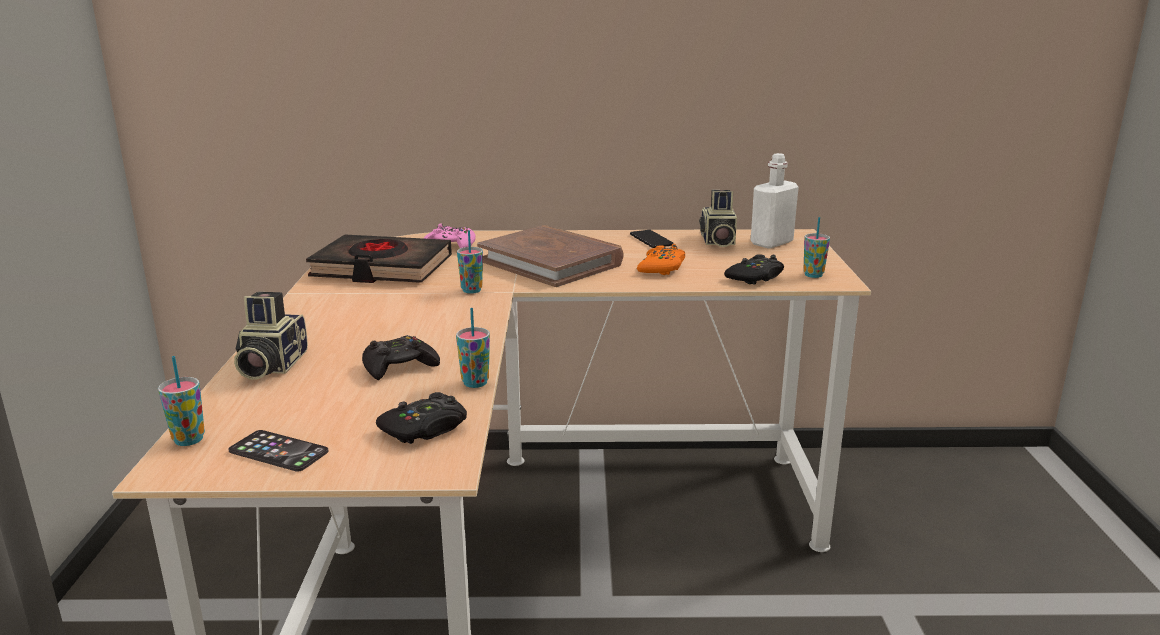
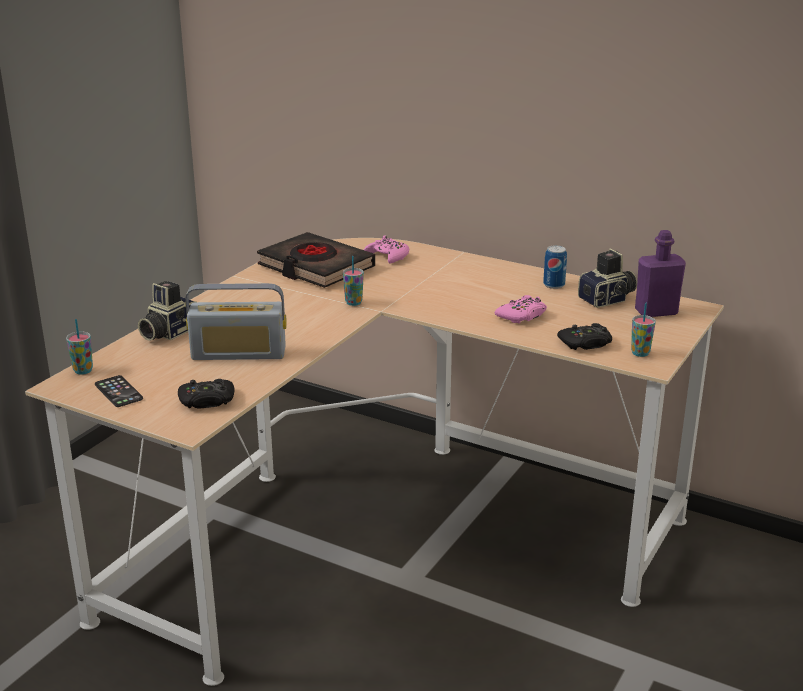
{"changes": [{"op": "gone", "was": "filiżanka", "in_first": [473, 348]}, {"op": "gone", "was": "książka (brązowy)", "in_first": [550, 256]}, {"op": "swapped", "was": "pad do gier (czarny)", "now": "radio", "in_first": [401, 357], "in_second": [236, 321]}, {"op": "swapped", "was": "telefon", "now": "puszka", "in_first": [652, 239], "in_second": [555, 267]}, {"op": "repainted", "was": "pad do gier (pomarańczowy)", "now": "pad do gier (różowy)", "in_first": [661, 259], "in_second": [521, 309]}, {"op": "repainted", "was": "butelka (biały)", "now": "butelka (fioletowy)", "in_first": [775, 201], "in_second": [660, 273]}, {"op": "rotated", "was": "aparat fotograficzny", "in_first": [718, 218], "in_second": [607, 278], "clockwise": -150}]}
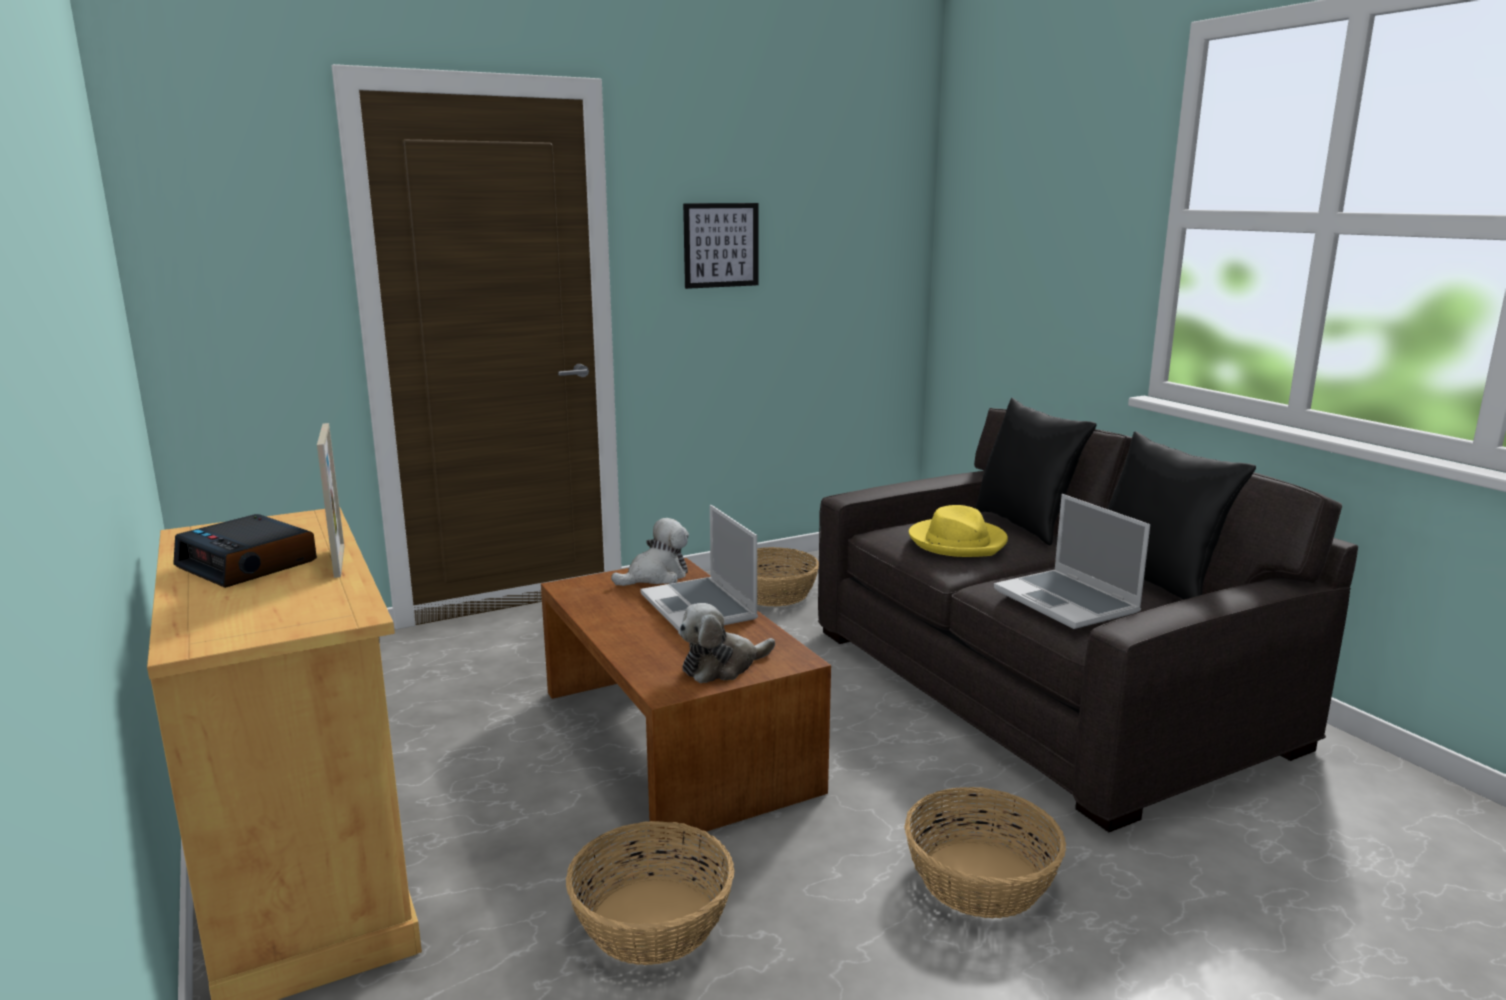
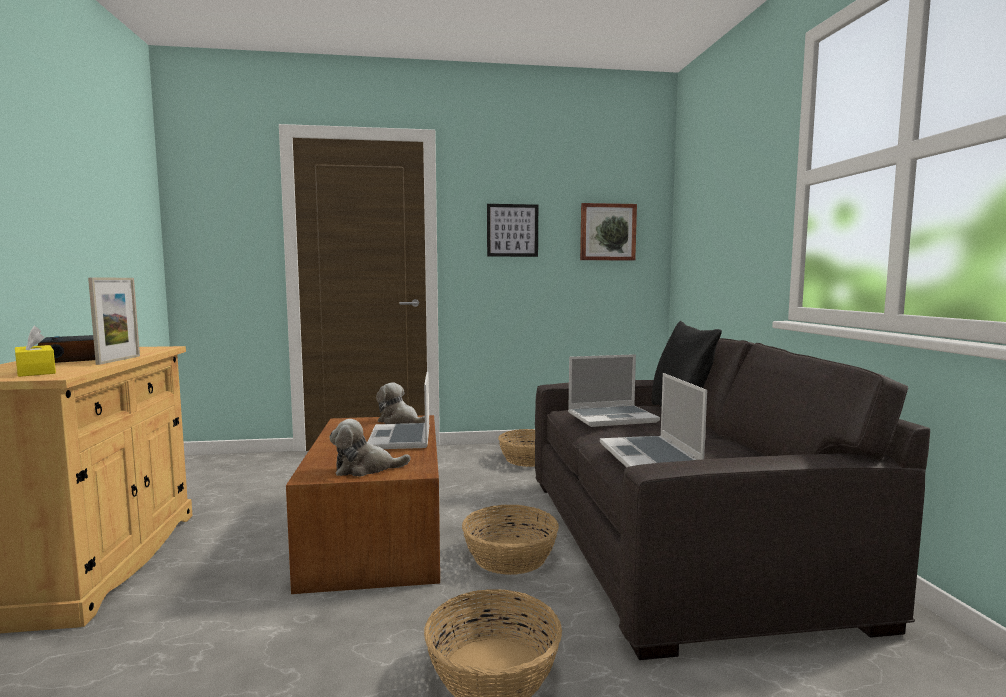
{"changes": [{"op": "gone", "was": "poduszka (czarny)", "in_first": [1181, 515]}, {"op": "new", "now": "pudełko chusteczek (żółty)", "in_second": [35, 351]}, {"op": "new", "now": "obraz", "in_second": [608, 231]}, {"op": "shifted", "was": "koszyk", "in_first": [650, 893], "in_second": [510, 540]}, {"op": "swapped", "was": "kapelusz (żółty)", "now": "laptop", "in_first": [958, 531], "in_second": [614, 390]}, {"op": "rotated", "was": "pluszak", "in_first": [650, 552], "in_second": [400, 403], "clockwise": -135}]}
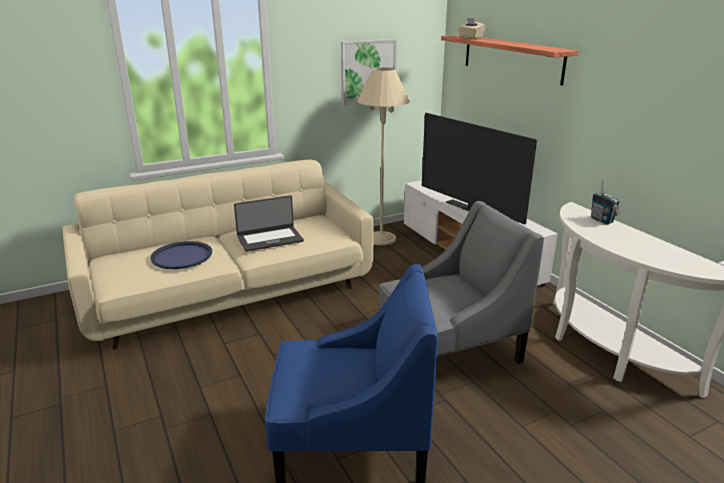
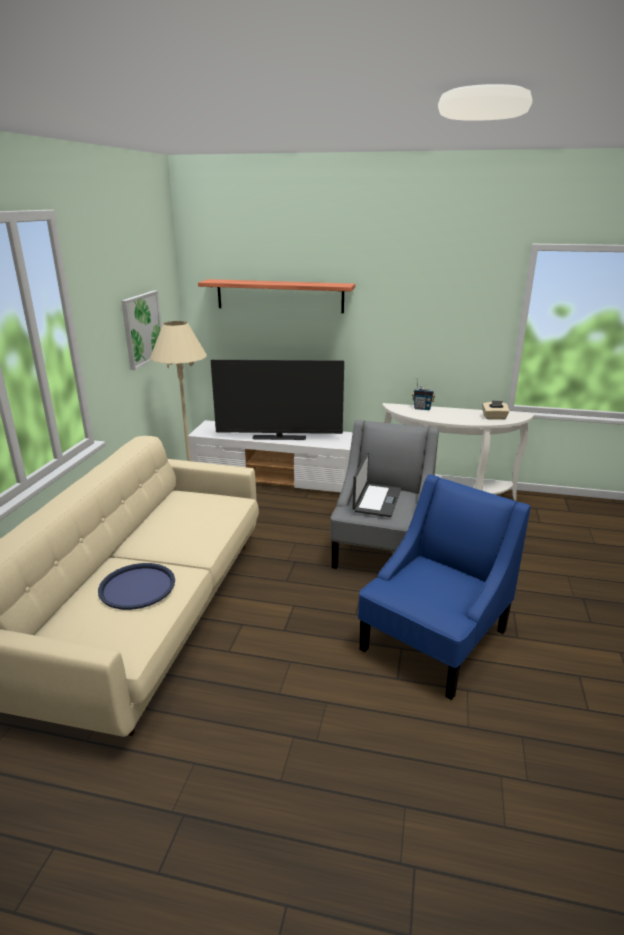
{"changes": [{"op": "shifted", "was": "laptop", "in_first": [269, 223], "in_second": [376, 484]}, {"op": "shifted", "was": "pudełko chusteczek (beżowy)", "in_first": [472, 28], "in_second": [496, 410]}]}
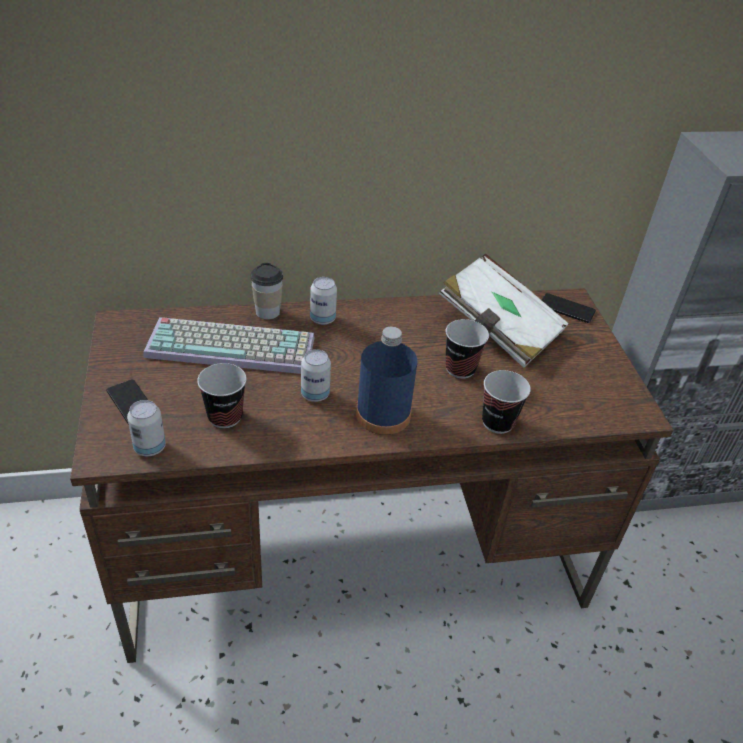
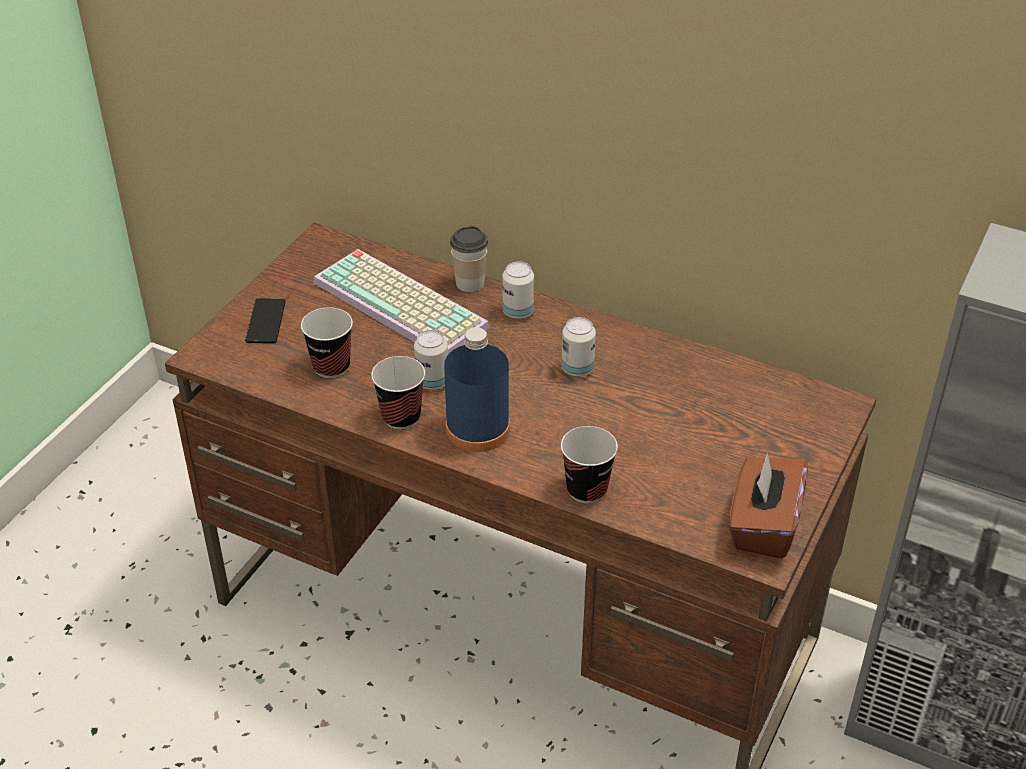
{"changes": [{"op": "gone", "was": "książka (biały)", "in_first": [504, 311]}, {"op": "gone", "was": "telefon", "in_first": [569, 308]}, {"op": "new", "now": "pudełko chusteczek (brązowy)", "in_second": [768, 506]}, {"op": "shifted", "was": "puszka", "in_first": [146, 428], "in_second": [578, 347]}, {"op": "shifted", "was": "filiżanka", "in_first": [467, 349], "in_second": [398, 393]}]}
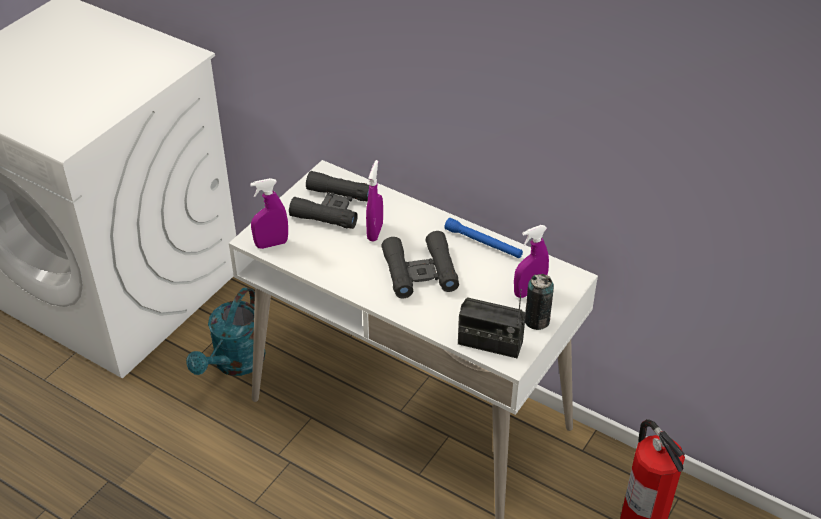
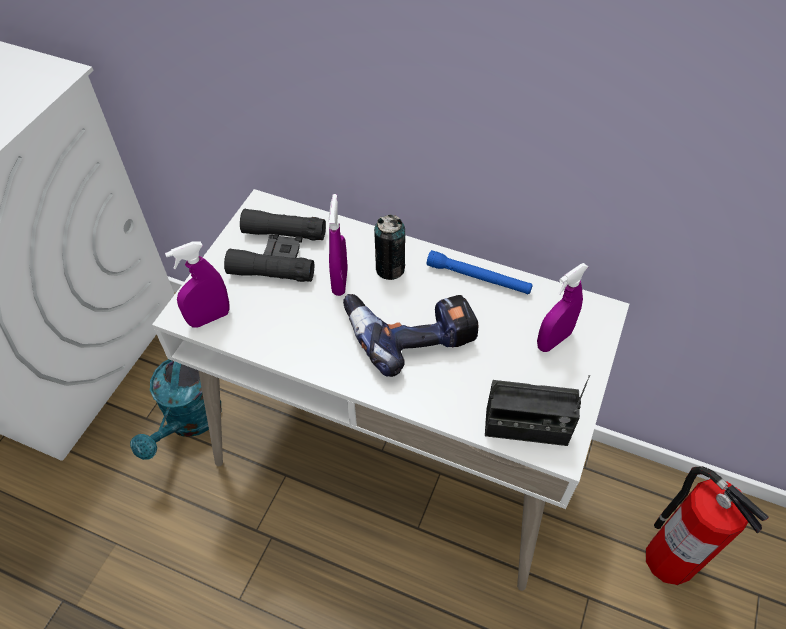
{"changes": [{"op": "shifted", "was": "puszka", "in_first": [539, 302], "in_second": [389, 247]}, {"op": "swapped", "was": "lornetka (czarny)", "now": "wiertarka", "in_first": [420, 264], "in_second": [411, 335]}]}
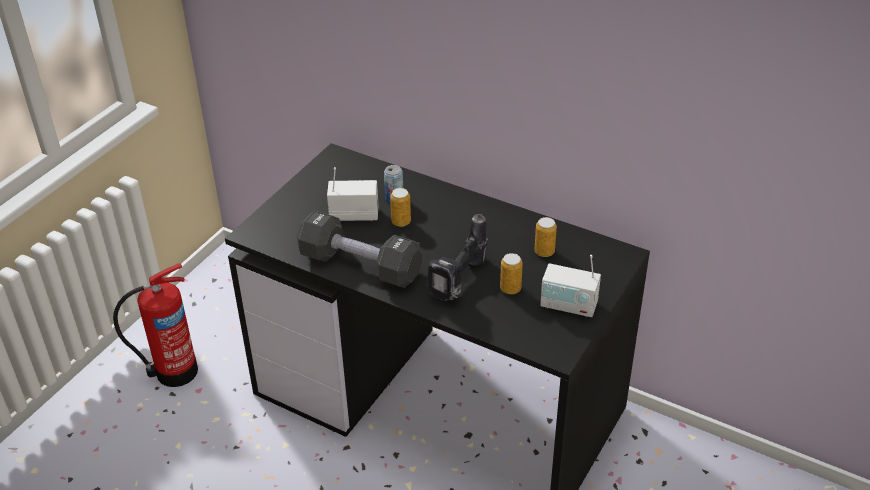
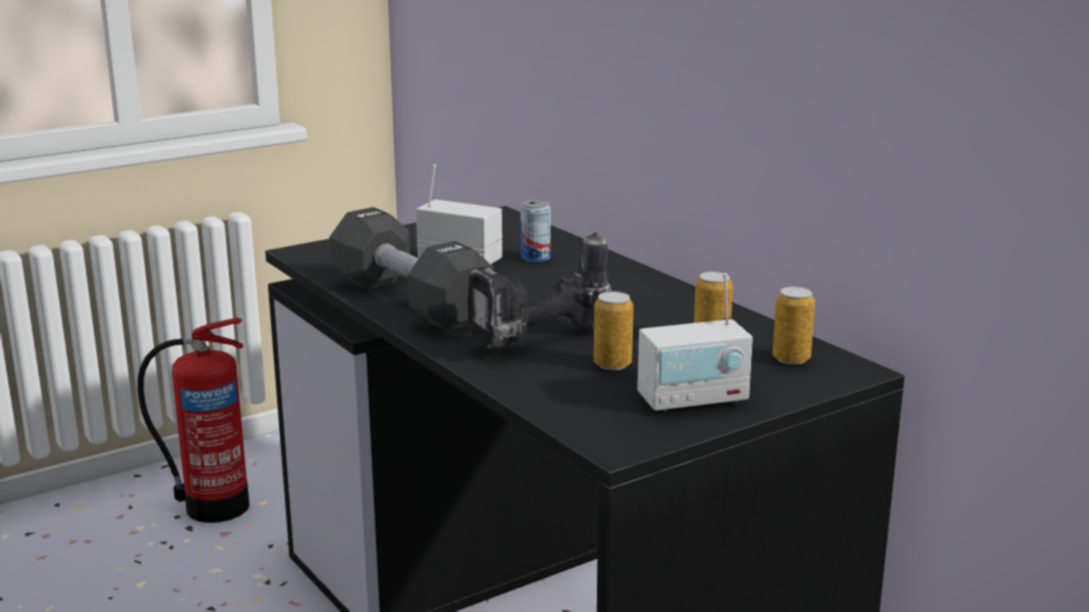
{"changes": [{"op": "shifted", "was": "puszka", "in_first": [400, 207], "in_second": [794, 325]}, {"op": "rotated", "was": "radio", "in_first": [570, 286], "in_second": [695, 343], "clockwise": -60}]}
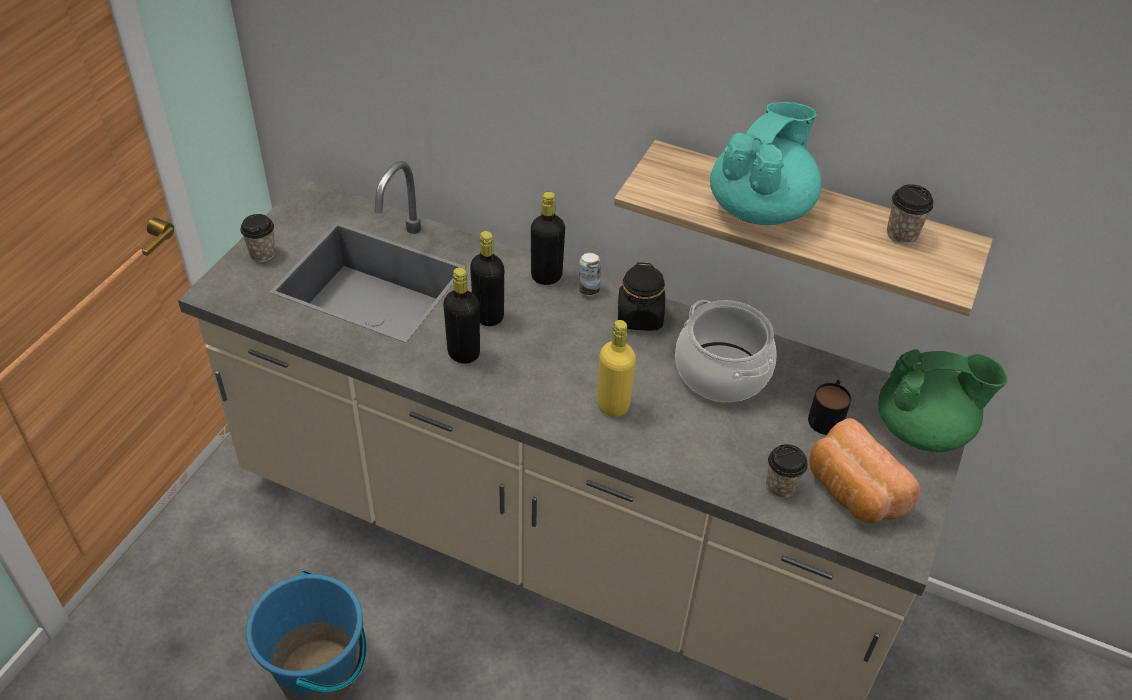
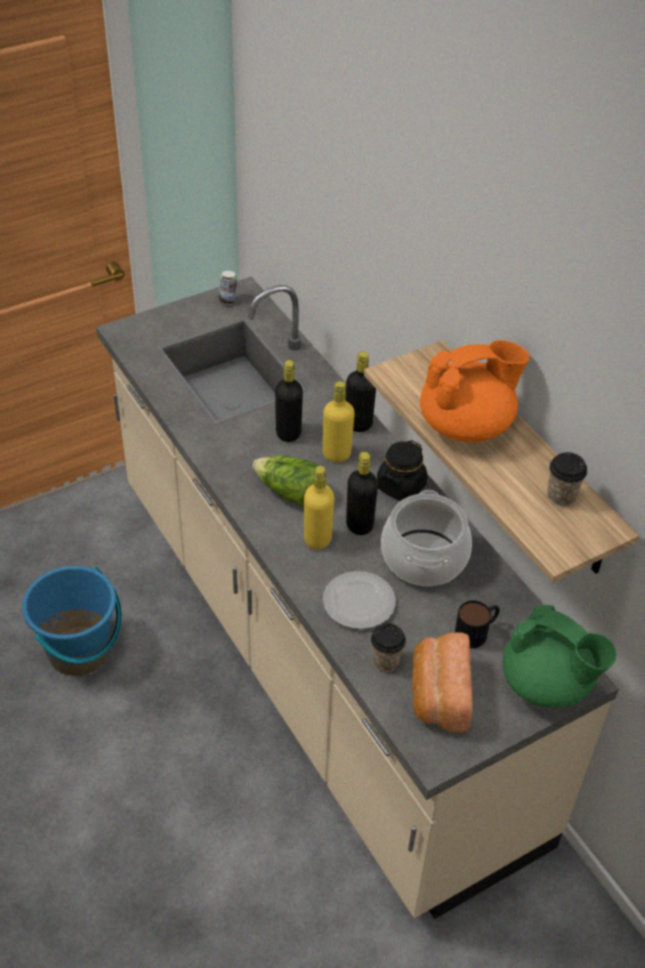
{"changes": [{"op": "gone", "was": "filiżanka", "in_first": [258, 238]}, {"op": "new", "now": "sałata", "in_second": [285, 481]}, {"op": "new", "now": "butelka (żółty)", "in_second": [339, 421]}, {"op": "new", "now": "talerz", "in_second": [359, 600]}, {"op": "shifted", "was": "butelka (czarny)", "in_first": [461, 315], "in_second": [362, 493]}, {"op": "shifted", "was": "puszka", "in_first": [590, 274], "in_second": [228, 287]}, {"op": "repainted", "was": "imbryk (turkusowy)", "now": "imbryk (pomarańczowy)", "in_first": [765, 163], "in_second": [475, 391]}]}
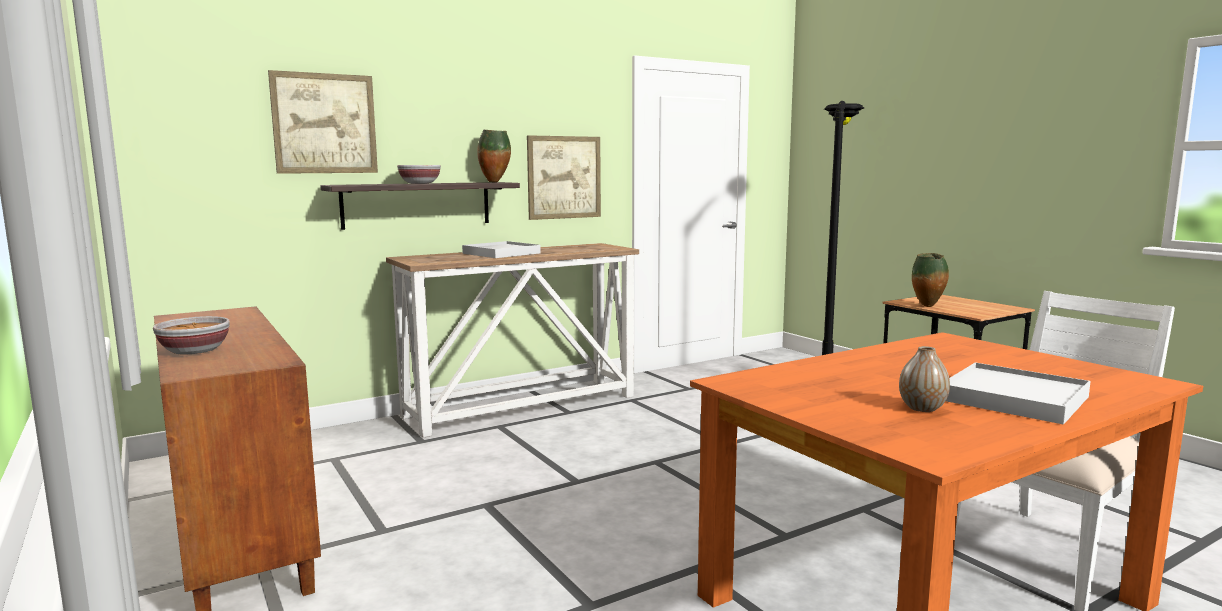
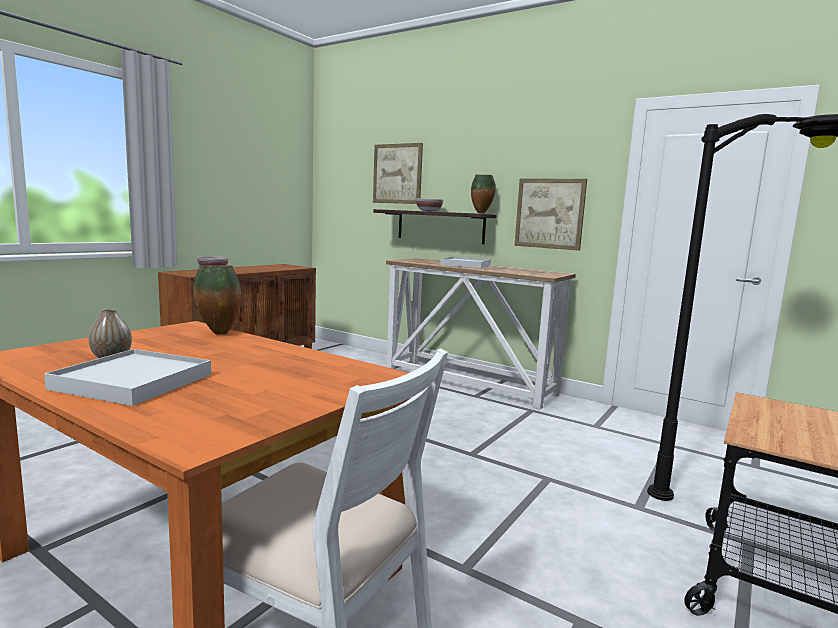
{"changes": [{"op": "shifted", "was": "wazon", "in_first": [930, 280], "in_second": [217, 300]}]}
